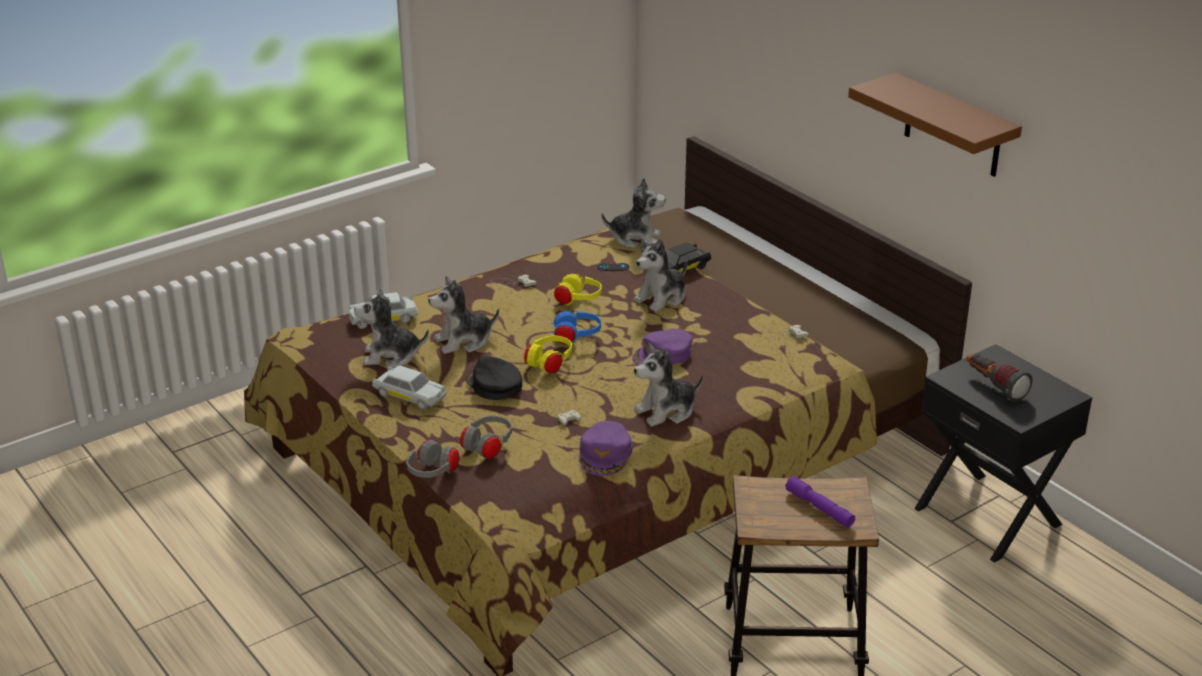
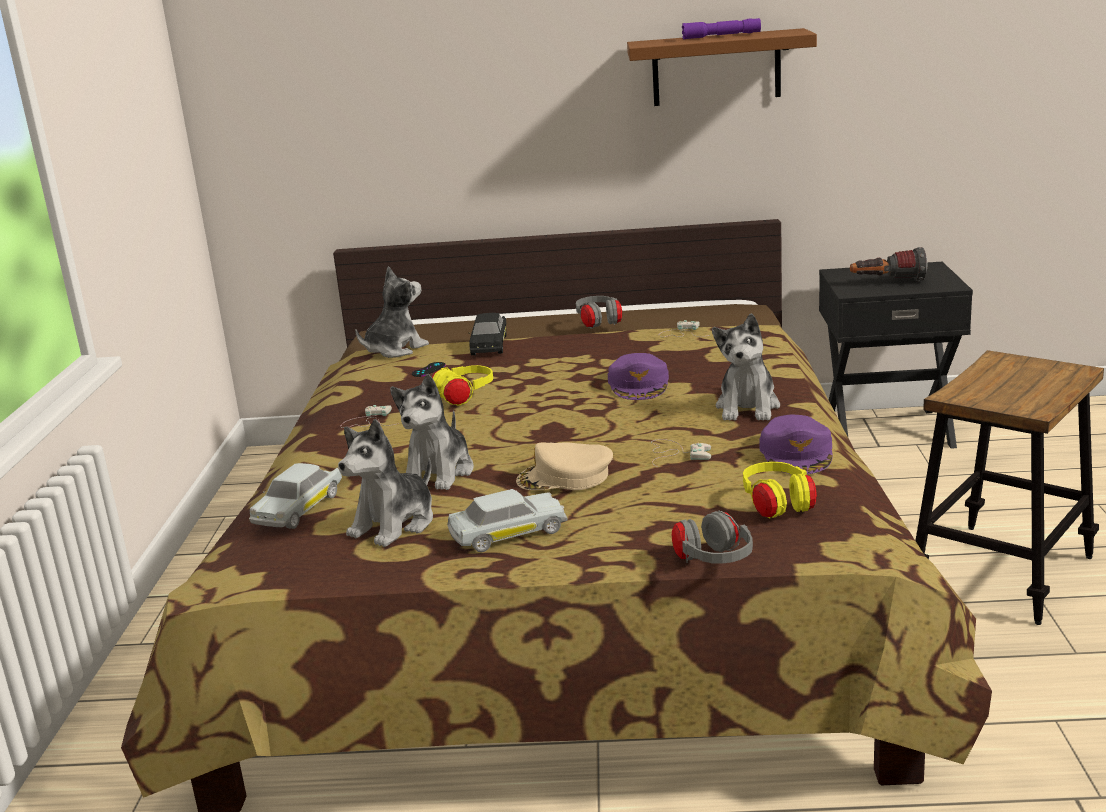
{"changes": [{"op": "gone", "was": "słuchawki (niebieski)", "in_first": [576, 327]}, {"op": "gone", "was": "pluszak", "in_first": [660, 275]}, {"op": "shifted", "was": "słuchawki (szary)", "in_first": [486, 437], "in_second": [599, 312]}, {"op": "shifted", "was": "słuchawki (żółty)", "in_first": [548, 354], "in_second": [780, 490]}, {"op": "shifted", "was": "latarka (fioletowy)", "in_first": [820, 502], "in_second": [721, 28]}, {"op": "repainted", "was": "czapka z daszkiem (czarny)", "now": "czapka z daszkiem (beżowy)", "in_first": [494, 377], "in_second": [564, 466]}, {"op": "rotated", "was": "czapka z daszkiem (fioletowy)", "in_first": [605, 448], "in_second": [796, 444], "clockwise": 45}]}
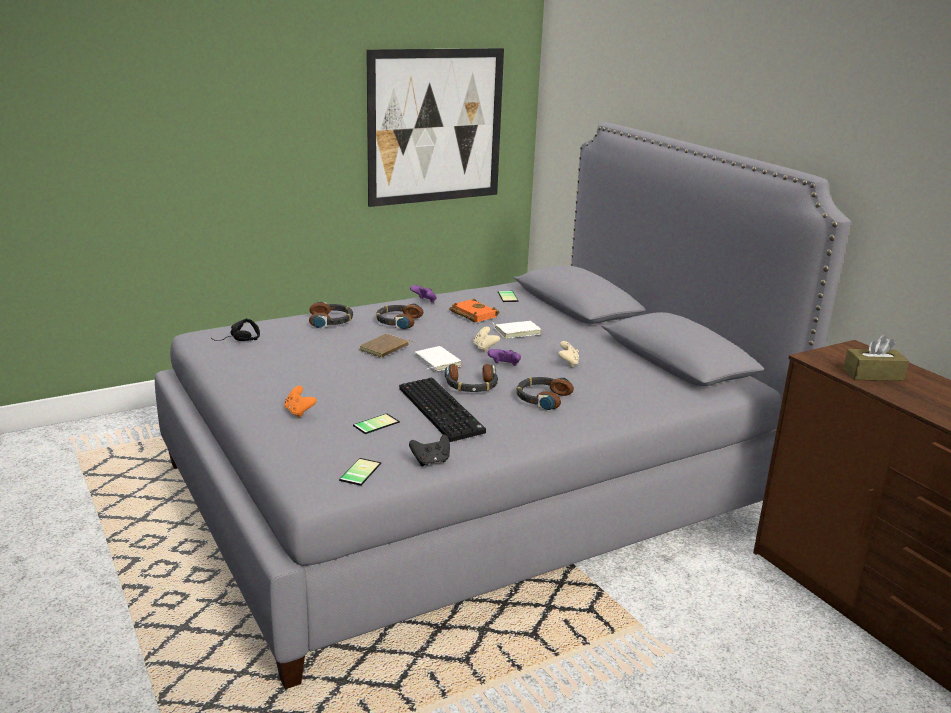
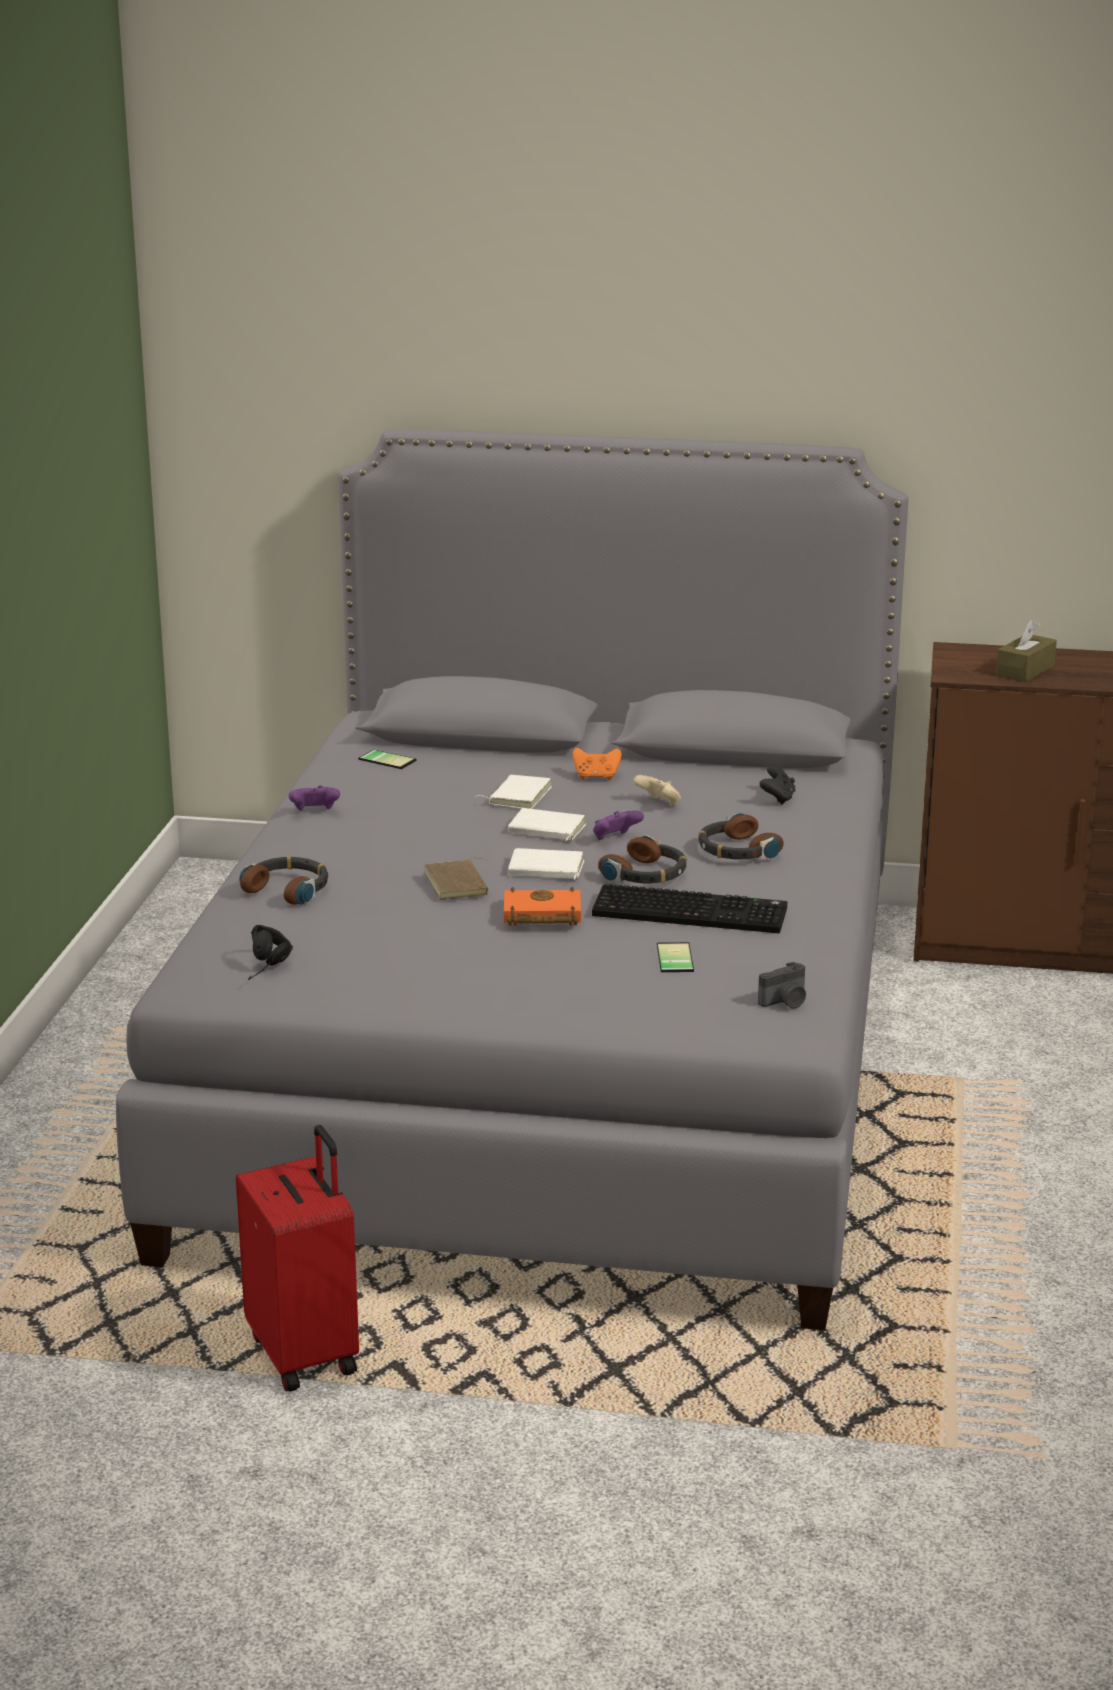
{"changes": [{"op": "gone", "was": "obraz", "in_first": [435, 127]}, {"op": "gone", "was": "słuchawki", "in_first": [399, 316]}, {"op": "new", "now": "walizka (czerwony)", "in_second": [297, 1258]}, {"op": "shifted", "was": "pad do gier (pomarańczowy)", "in_first": [300, 402], "in_second": [597, 764]}, {"op": "shifted", "was": "pad do gier (czarny)", "in_first": [429, 450], "in_second": [777, 785]}, {"op": "shifted", "was": "książka (pomarańczowy)", "in_first": [474, 310], "in_second": [542, 906]}, {"op": "swapped", "was": "telefon", "now": "aparat fotograficzny", "in_first": [360, 472], "in_second": [782, 985]}, {"op": "swapped", "was": "pad do gier (beżowy)", "now": "książka (biały)", "in_first": [486, 339], "in_second": [547, 824]}]}
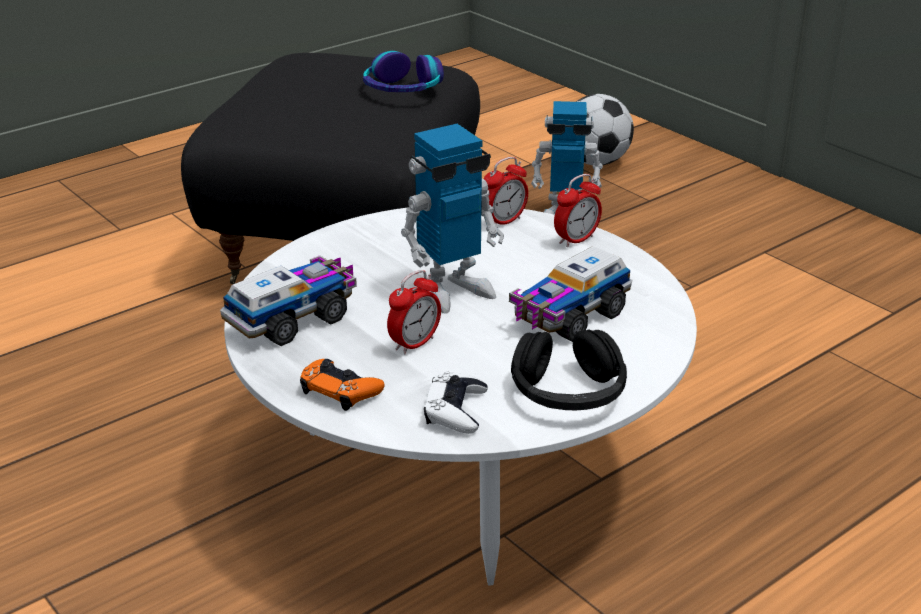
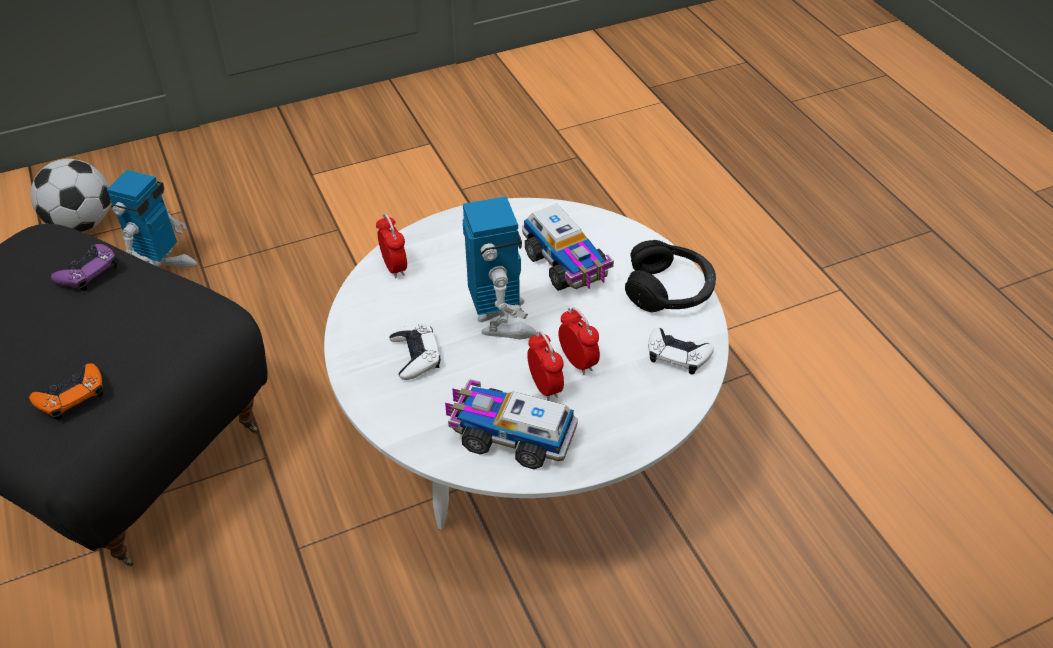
{"changes": [{"op": "new", "now": "pad do gier (biały)", "in_second": [415, 352]}, {"op": "shifted", "was": "pad do gier (pomarańczowy)", "in_first": [342, 385], "in_second": [66, 392]}, {"op": "shifted", "was": "budzik", "in_first": [578, 210], "in_second": [545, 366]}, {"op": "swapped", "was": "słuchawki", "now": "pad do gier (fioletowy)", "in_first": [403, 71], "in_second": [84, 267]}, {"op": "rotated", "was": "ciężarówka zabawkowa", "in_first": [288, 301], "in_second": [511, 423], "clockwise": -45}]}
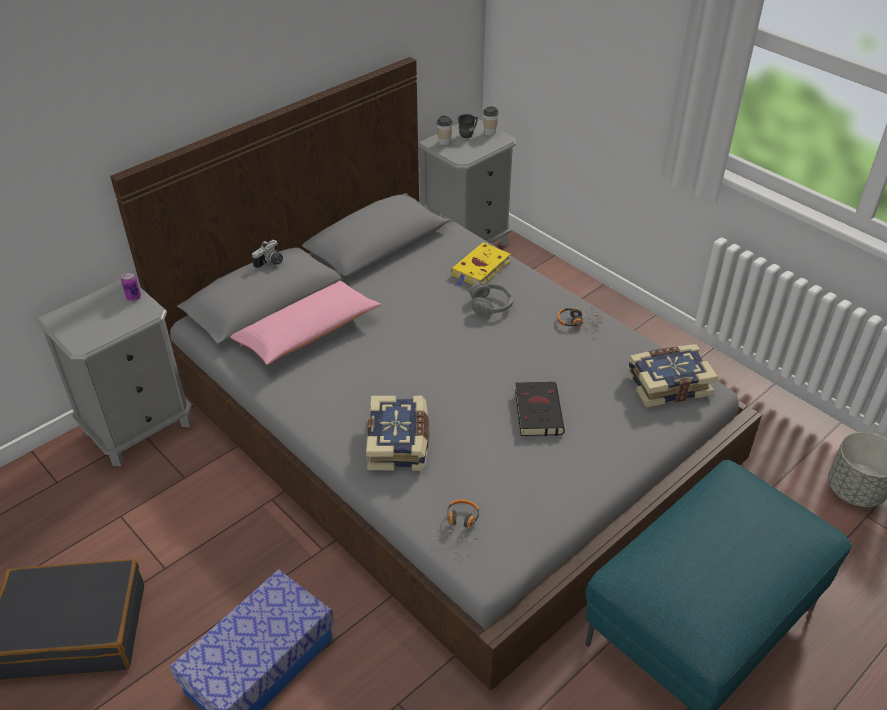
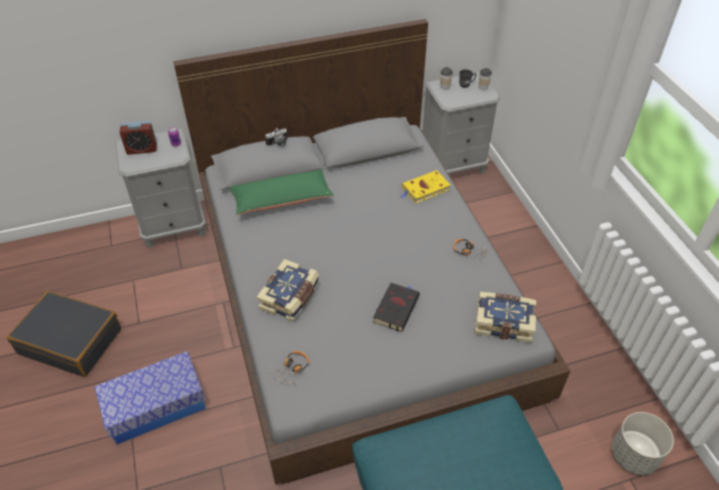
{"changes": [{"op": "gone", "was": "słuchawki (szary)", "in_first": [491, 299]}, {"op": "new", "now": "budzik", "in_second": [138, 138]}, {"op": "repainted", "was": "poduszka (różowy)", "now": "poduszka (zielony)", "in_first": [305, 323], "in_second": [282, 192]}]}
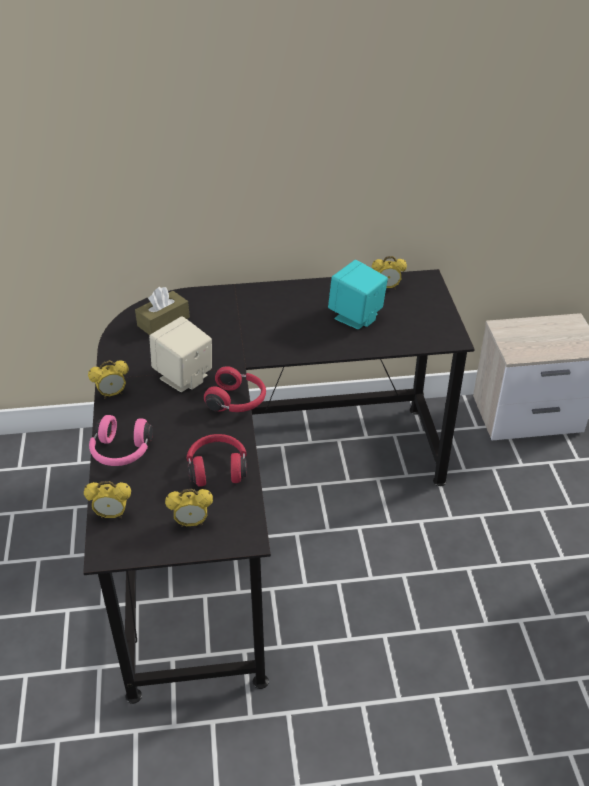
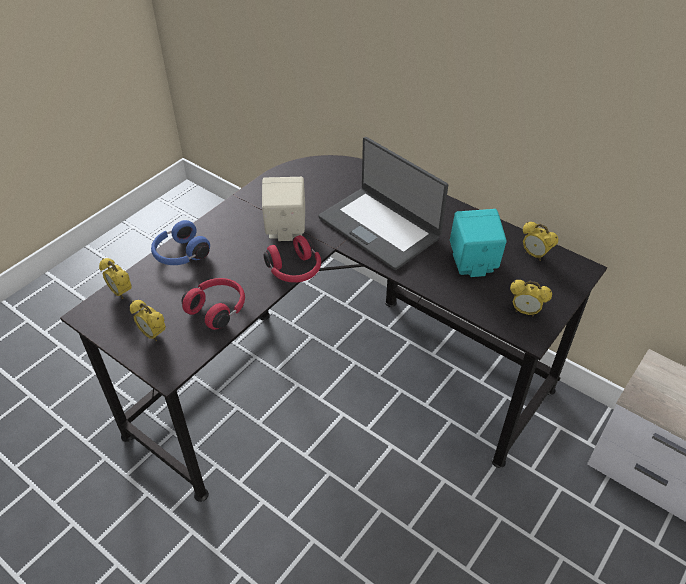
{"changes": [{"op": "gone", "was": "pudełko chusteczek (brązowy)", "in_first": [162, 311]}, {"op": "new", "now": "laptop", "in_second": [383, 203]}, {"op": "shifted", "was": "budzik", "in_first": [108, 379], "in_second": [531, 298]}, {"op": "repainted", "was": "słuchawki (różowy)", "now": "słuchawki (niebieski)", "in_first": [121, 440], "in_second": [180, 242]}]}
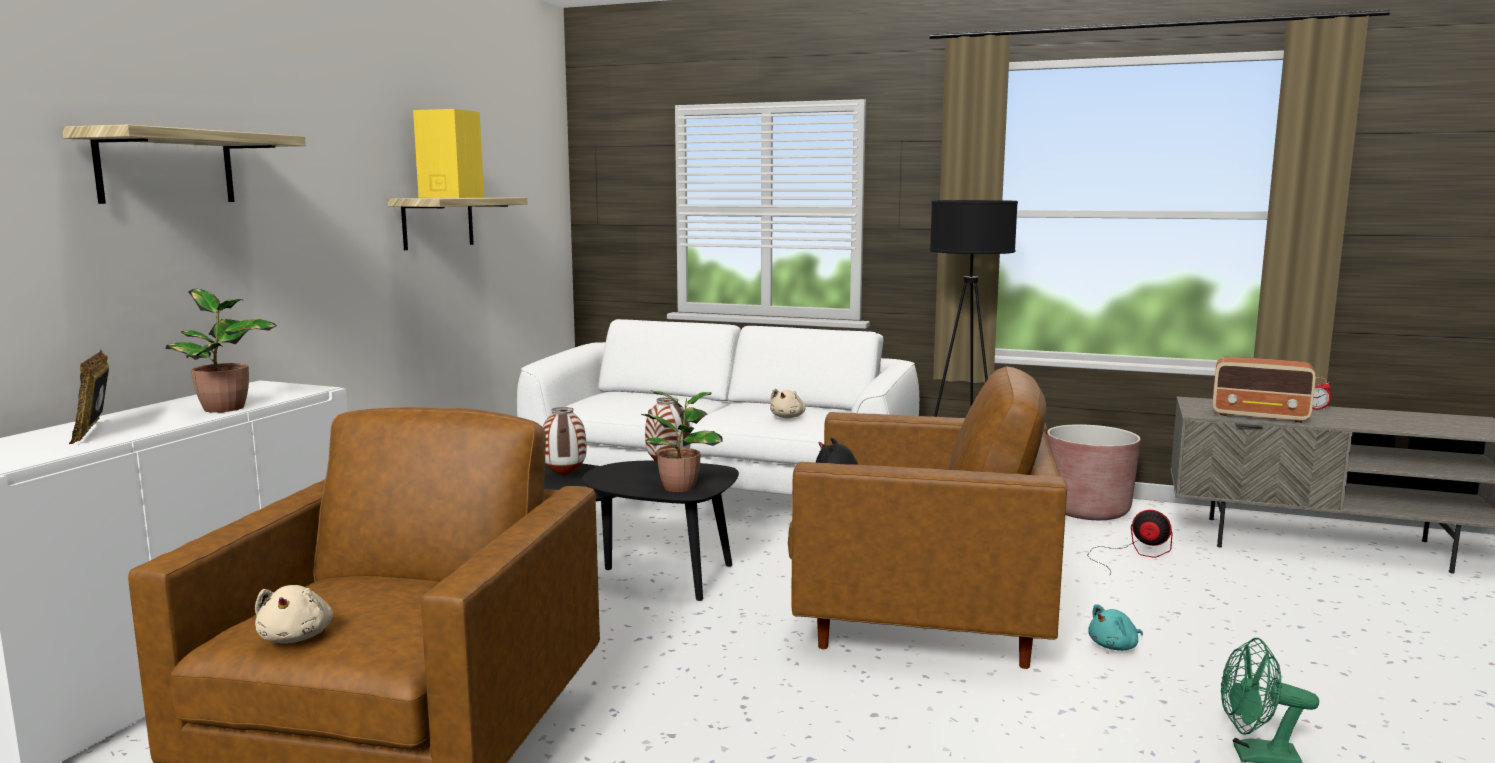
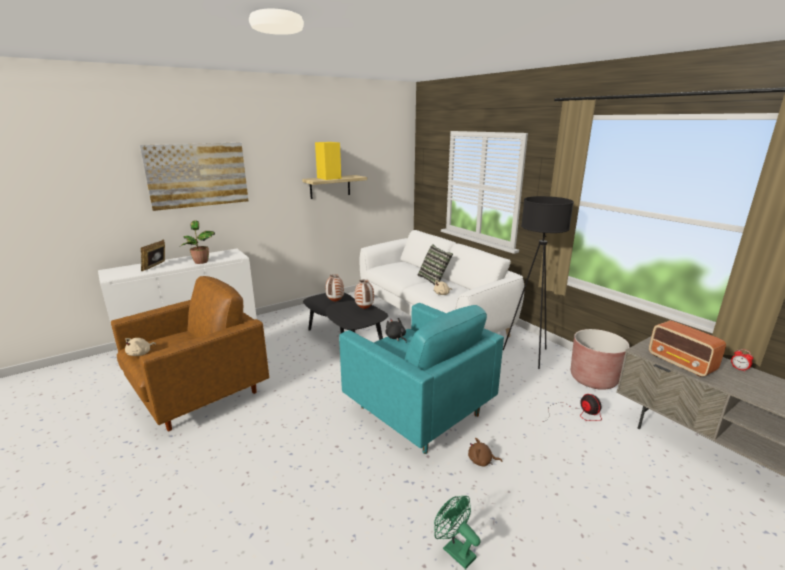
{"changes": [{"op": "gone", "was": "roślina doniczkowa", "in_first": [682, 441]}, {"op": "new", "now": "poduszka", "in_second": [435, 265]}, {"op": "swapped", "was": "półka", "now": "obraz", "in_first": [184, 164], "in_second": [193, 176]}, {"op": "repainted", "was": "fotel (brązowy)", "now": "fotel (turkusowy)", "in_first": [927, 517], "in_second": [421, 378]}, {"op": "repainted", "was": "pluszak (turkusowy)", "now": "pluszak (brązowy)", "in_first": [1115, 627], "in_second": [485, 452]}]}
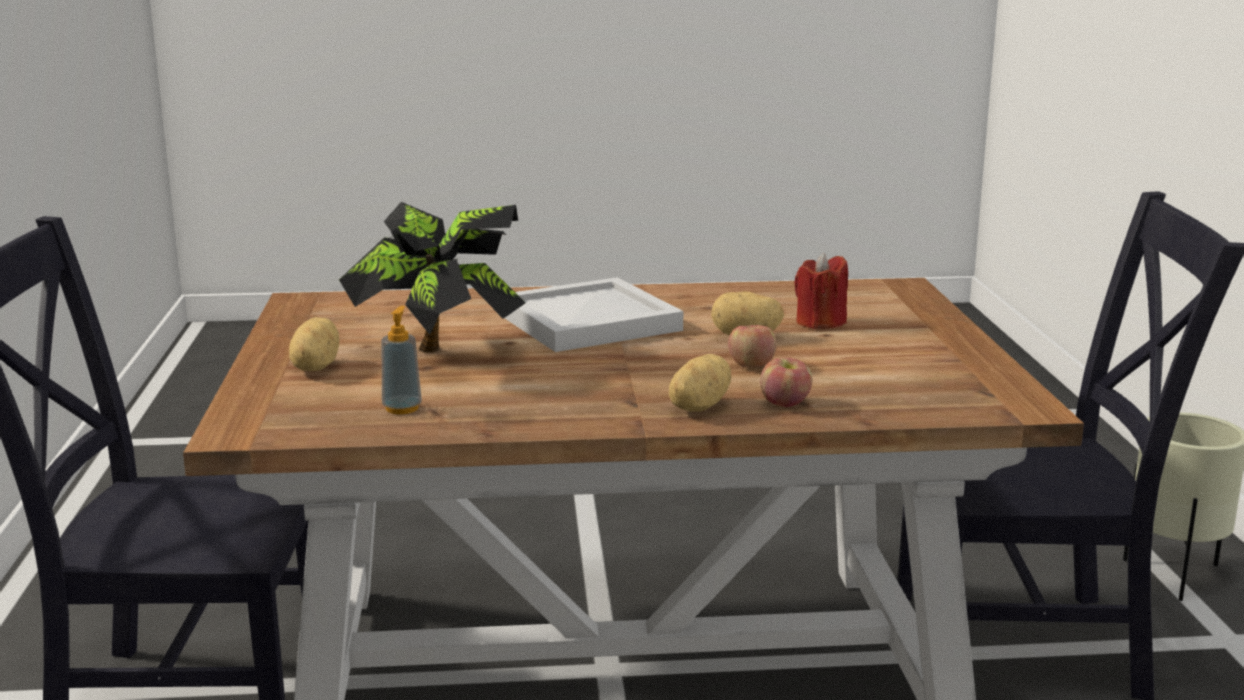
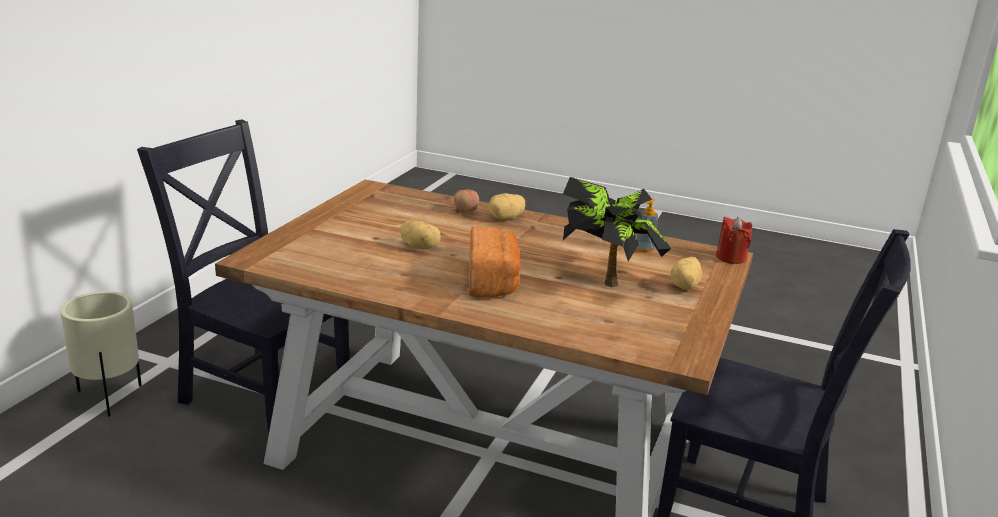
{"changes": [{"op": "gone", "was": "jabłko", "in_first": [752, 346]}, {"op": "shifted", "was": "świeca (czerwony)", "in_first": [821, 291], "in_second": [734, 240]}, {"op": "swapped", "was": "taca (biały)", "now": "chleb", "in_first": [590, 314], "in_second": [495, 262]}]}
